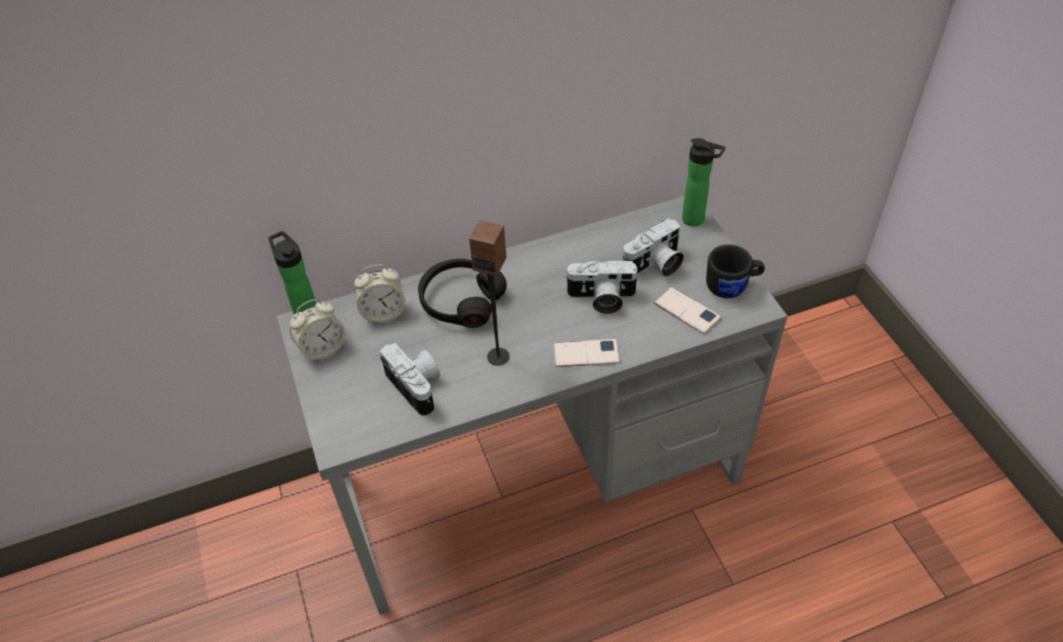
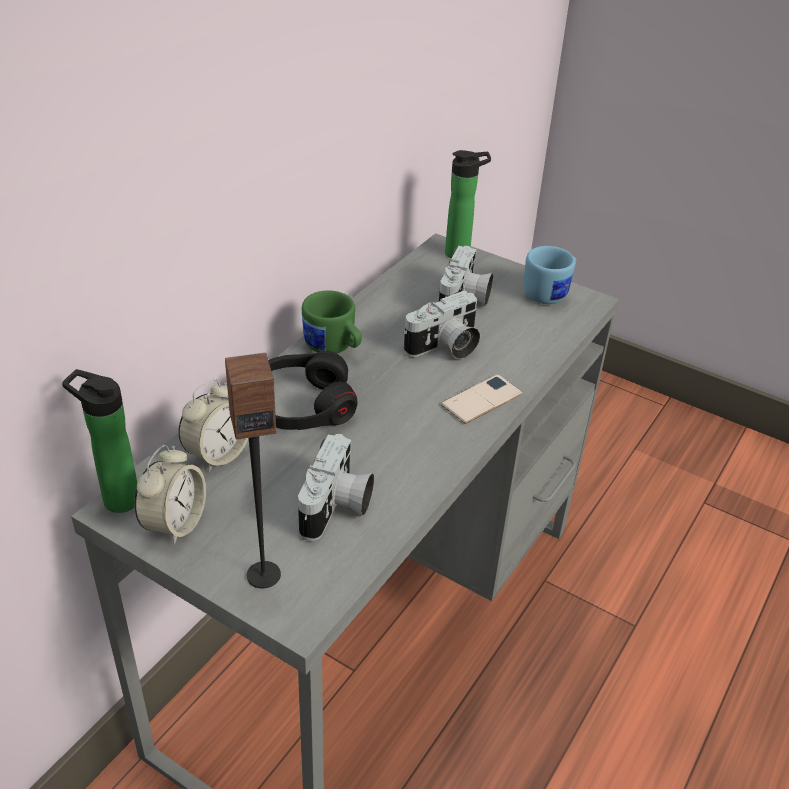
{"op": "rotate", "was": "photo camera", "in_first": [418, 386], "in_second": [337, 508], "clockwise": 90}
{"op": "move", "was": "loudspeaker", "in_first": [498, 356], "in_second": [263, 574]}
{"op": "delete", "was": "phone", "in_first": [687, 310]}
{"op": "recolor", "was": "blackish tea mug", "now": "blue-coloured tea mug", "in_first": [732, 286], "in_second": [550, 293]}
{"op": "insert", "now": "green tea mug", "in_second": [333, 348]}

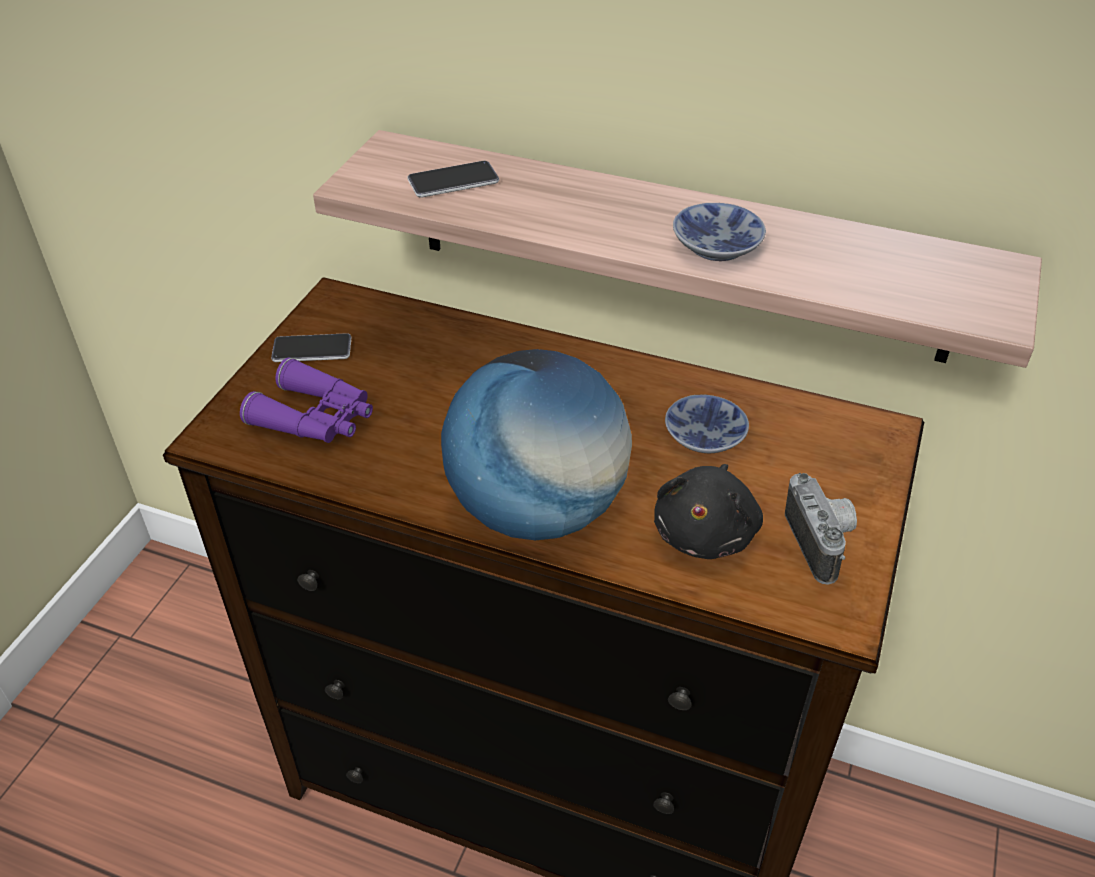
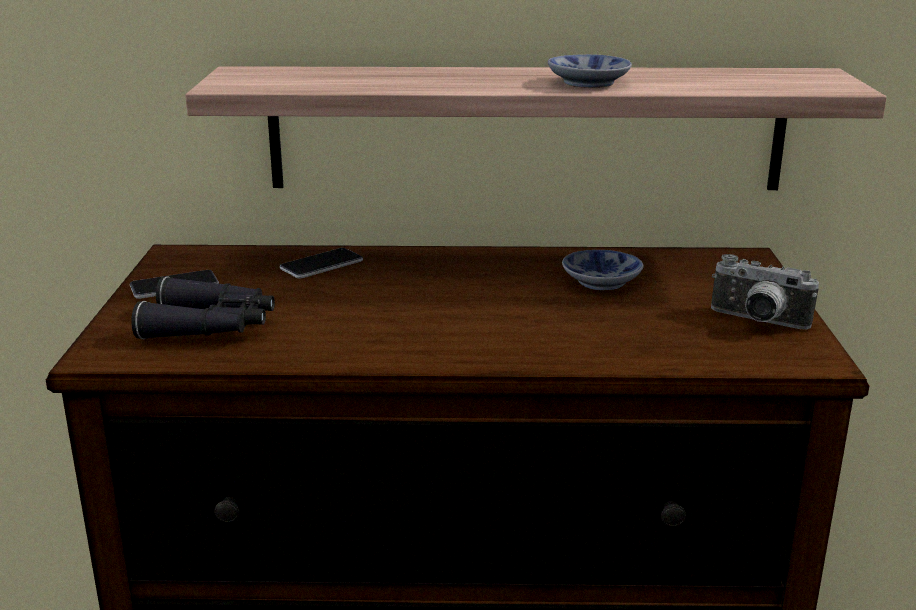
{"op": "recolor", "was": "purple-coloured binoculars", "now": "blackish binoculars", "in_first": [316, 418], "in_second": [211, 326]}
{"op": "move", "was": "phone", "in_first": [453, 181], "in_second": [322, 265]}
{"op": "delete", "was": "world globe", "in_first": [537, 509]}
{"op": "delete", "was": "blackish soft toy", "in_first": [706, 532]}
{"op": "rotate", "was": "photo camera", "in_first": [822, 542], "in_second": [757, 322], "clockwise": 150}

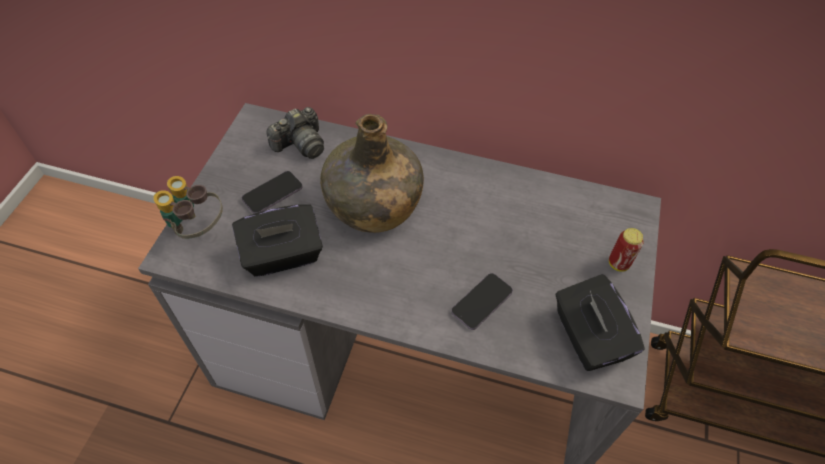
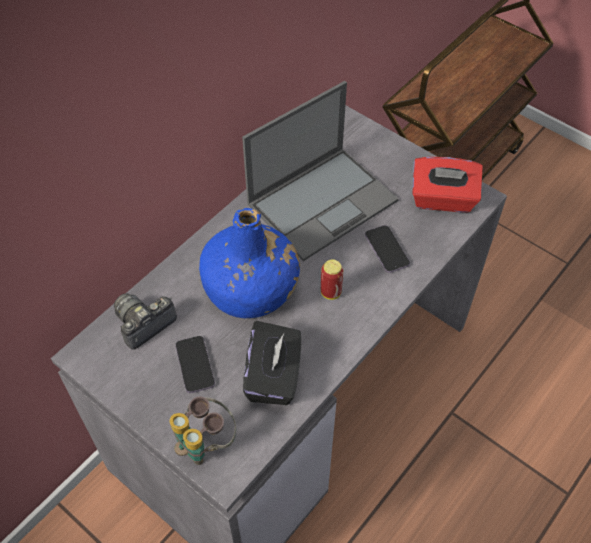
{"op": "rotate", "was": "photo camera", "in_first": [300, 144], "in_second": [144, 324], "clockwise": -120}
{"op": "recolor", "was": "green drink bottle", "now": "blue-coloured drink bottle", "in_first": [372, 204], "in_second": [251, 289]}
{"op": "recolor", "was": "blackish box of tissues", "now": "red-coloured box of tissues", "in_first": [588, 337], "in_second": [442, 199]}
{"op": "move", "was": "metal can", "in_first": [618, 263], "in_second": [330, 292]}
{"op": "insert", "now": "portable computer", "in_second": [323, 201]}

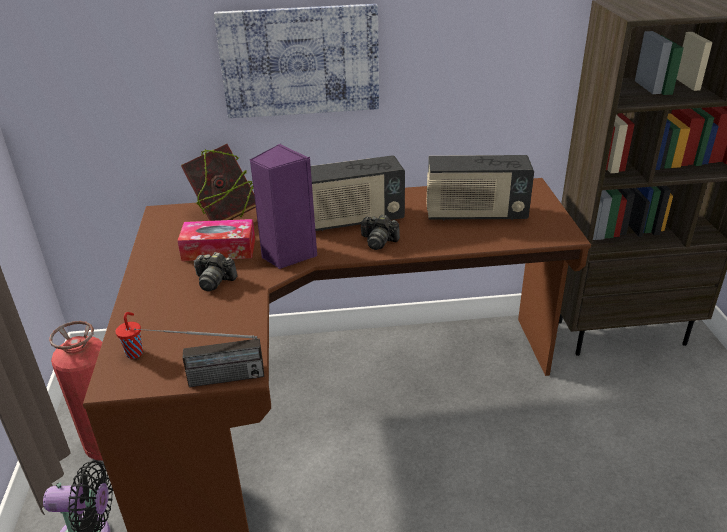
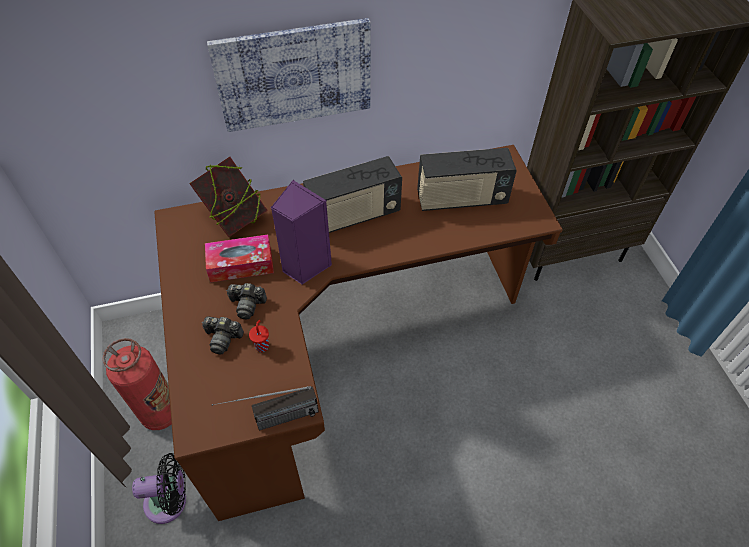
{"op": "move", "was": "red-coloured drinking cup", "in_first": [135, 352], "in_second": [262, 345]}
{"op": "move", "was": "photo camera", "in_first": [378, 241], "in_second": [223, 338]}

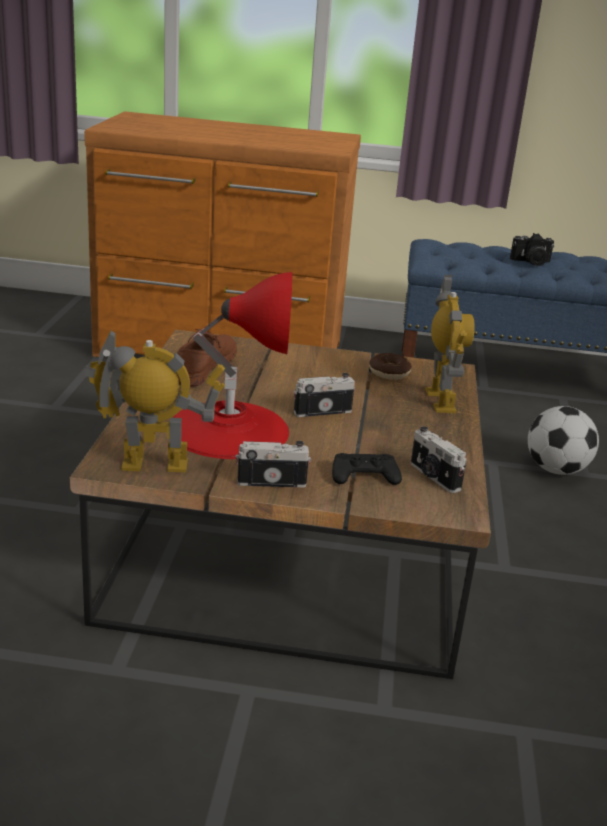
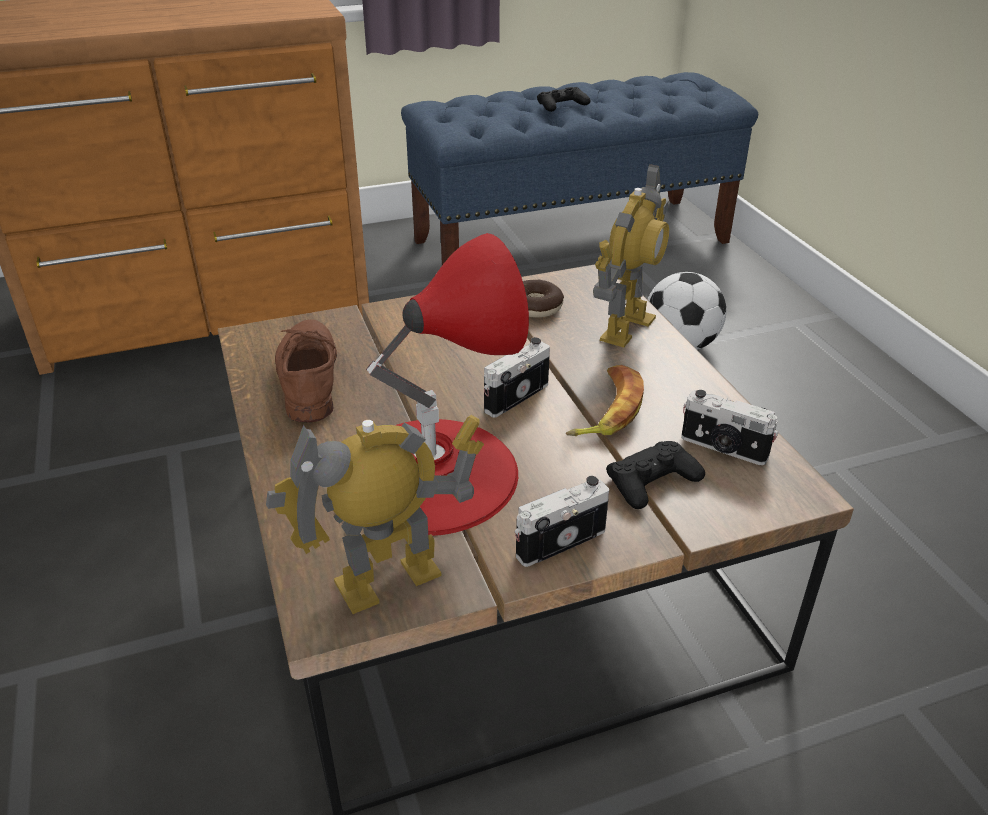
{"op": "rotate", "was": "toy robot", "in_first": [441, 400], "in_second": [625, 328], "clockwise": 60}
{"op": "replace", "was": "photo camera", "now": "blackish gamepad", "in_first": [531, 262], "in_second": [562, 105]}
{"op": "insert", "now": "banana", "in_second": [606, 409]}

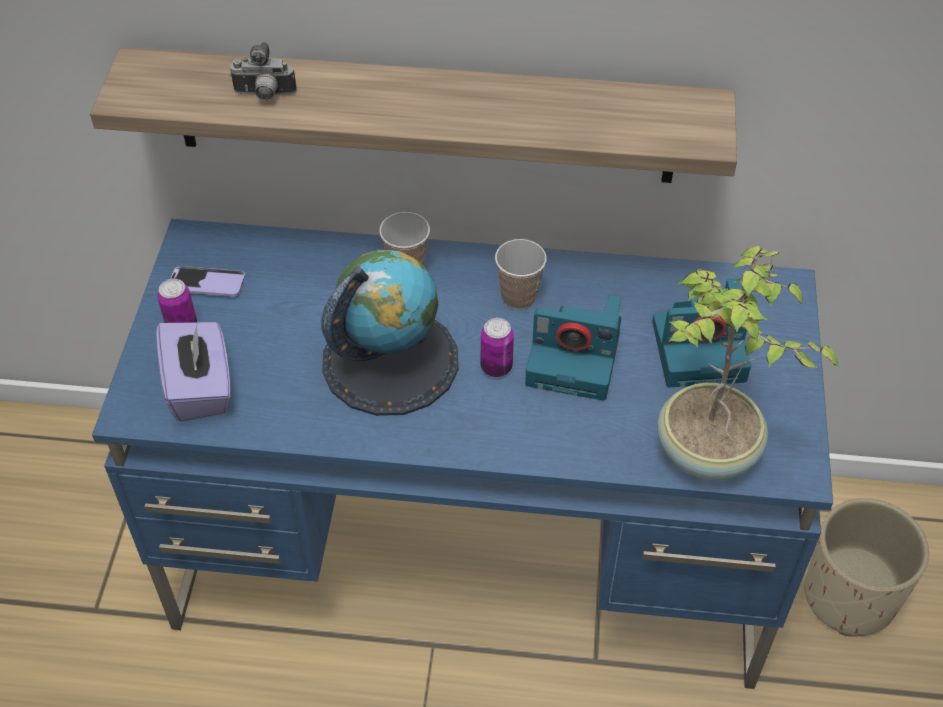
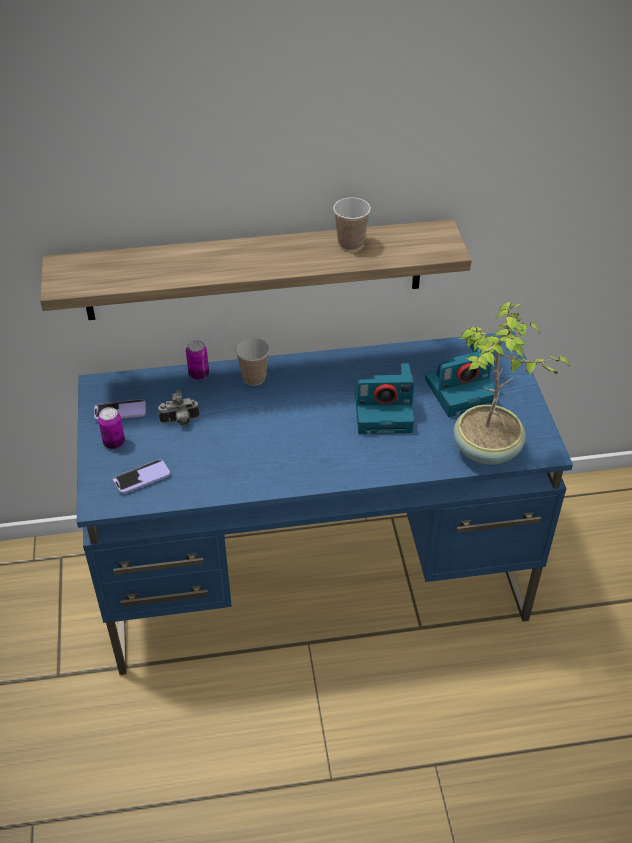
{"op": "replace", "was": "purple-coloured box of tissues", "now": "phone", "in_first": [200, 388], "in_second": [141, 478]}
{"op": "move", "was": "photo camera", "in_first": [264, 95], "in_second": [180, 421]}
{"op": "delete", "was": "world globe", "in_first": [390, 360]}
{"op": "move", "was": "metal can", "in_first": [496, 367], "in_second": [199, 374]}
{"op": "move", "was": "drinking cup", "in_first": [519, 297], "in_second": [350, 243]}
{"op": "delete", "was": "sand-coloured plant pot", "in_first": [850, 596]}

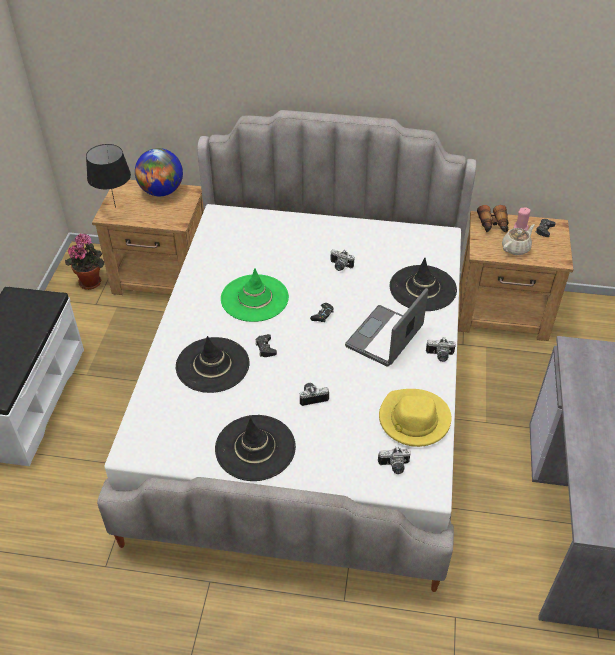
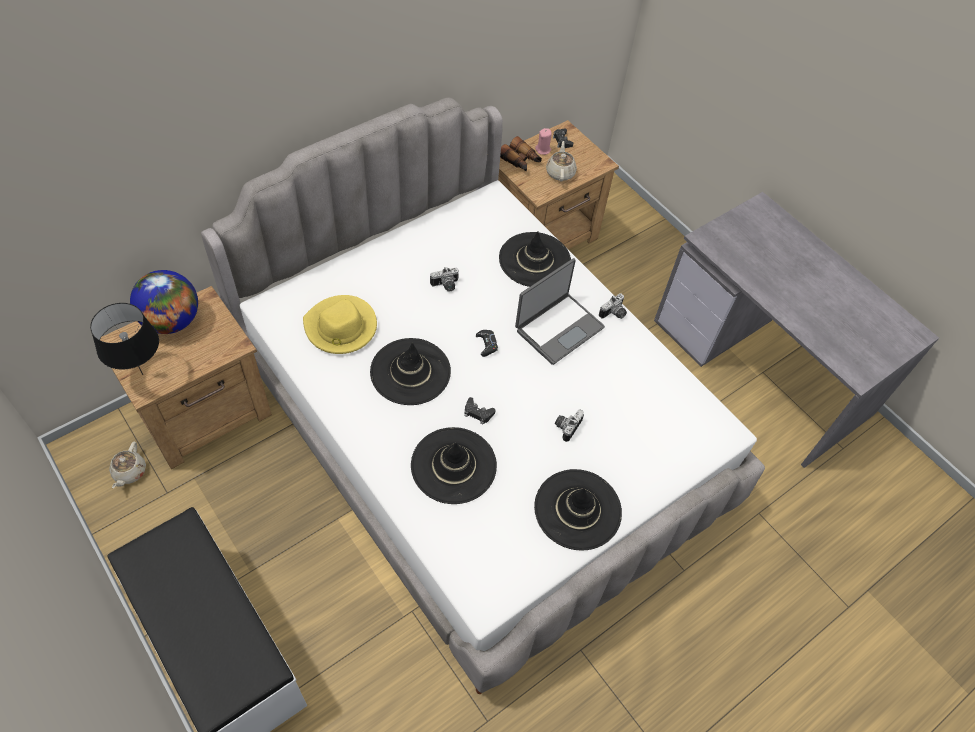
{"op": "replace", "was": "potted plant", "now": "sand-coloured teapot", "in_first": [91, 281], "in_second": [129, 472]}
{"op": "recolor", "was": "green wearable hat", "now": "blackish wearable hat", "in_first": [254, 298], "in_second": [410, 372]}
{"op": "rotate", "was": "portable computer", "in_first": [385, 337], "in_second": [558, 328], "clockwise": -120}
{"op": "delete", "was": "photo camera", "in_first": [394, 466]}
{"op": "move", "was": "yellow wearable hat", "in_first": [413, 420], "in_second": [341, 327]}

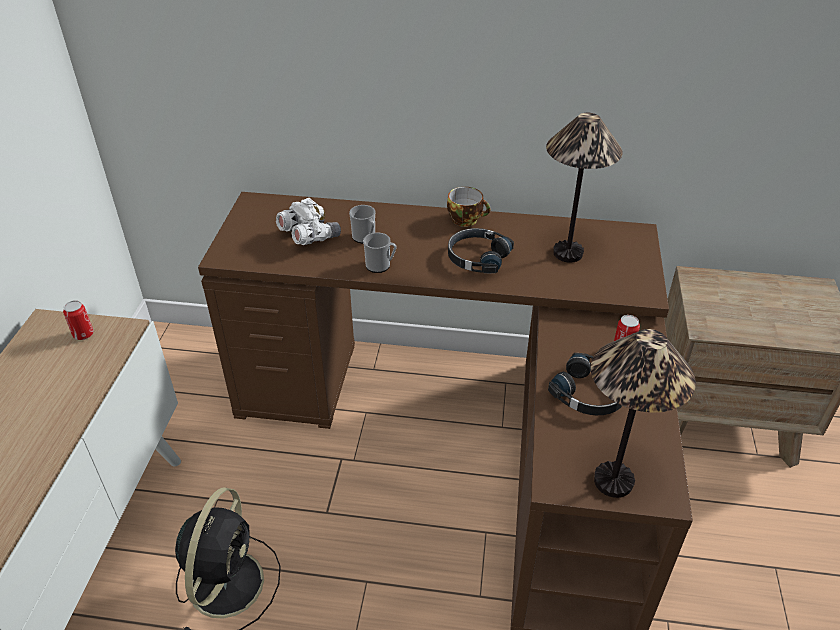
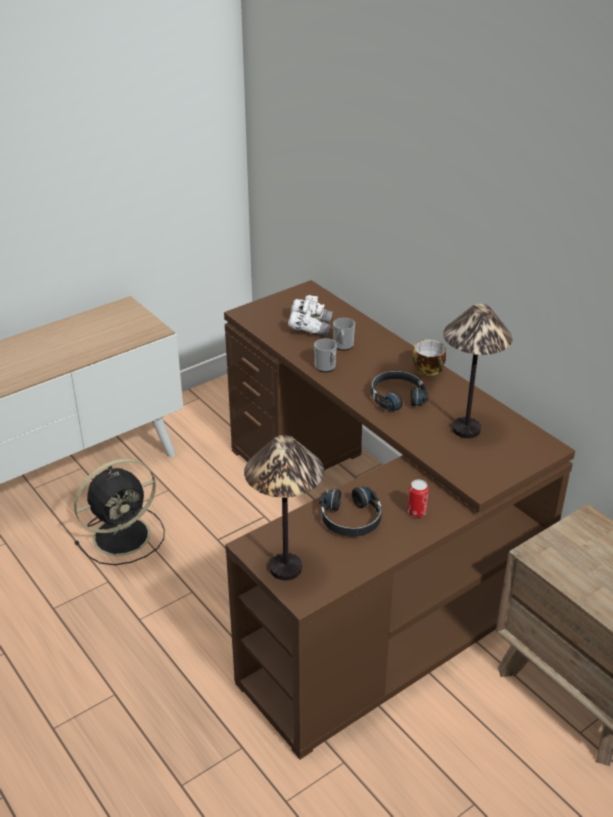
{"op": "delete", "was": "metal can", "in_first": [83, 334]}

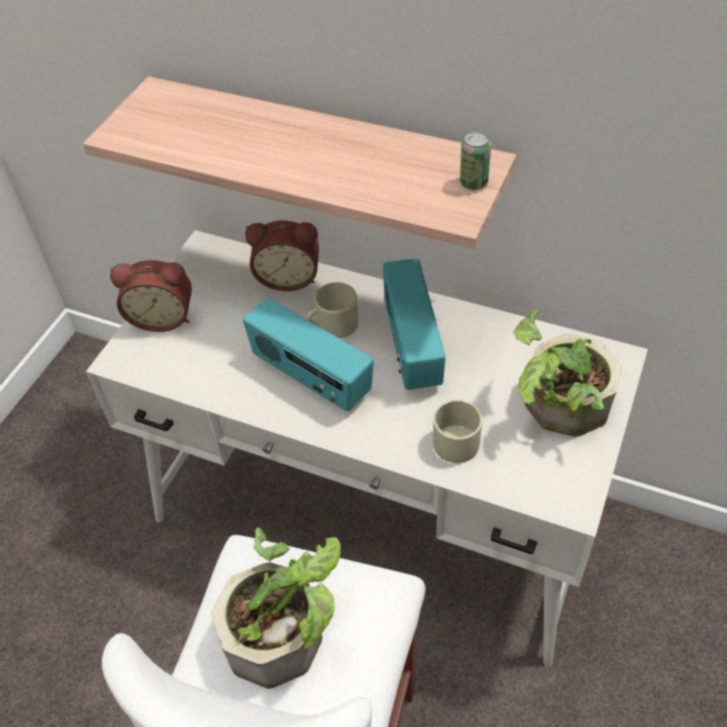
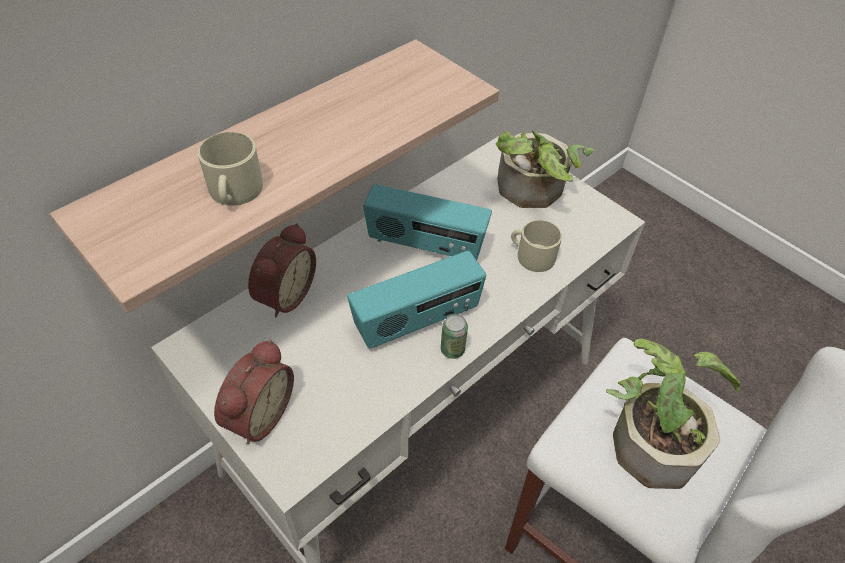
{"op": "move", "was": "sand-coloured tea mug", "in_first": [332, 324], "in_second": [234, 192]}
{"op": "move", "was": "metal can", "in_first": [473, 183], "in_second": [452, 350]}

